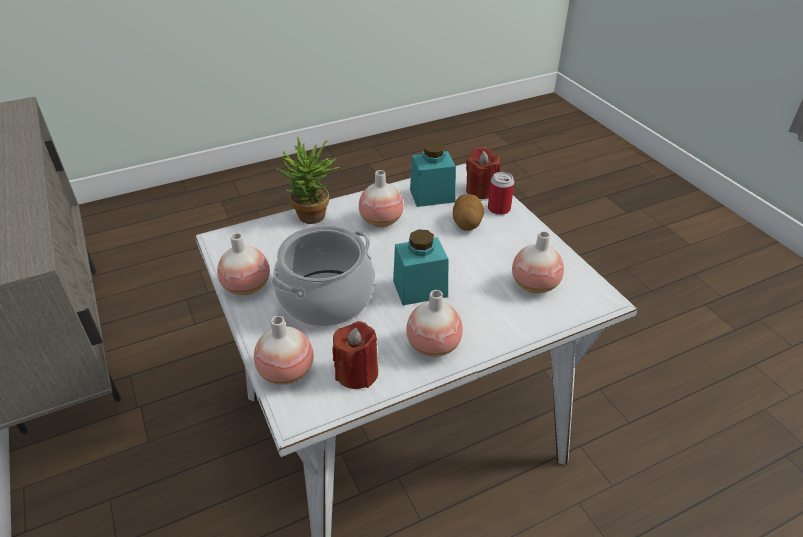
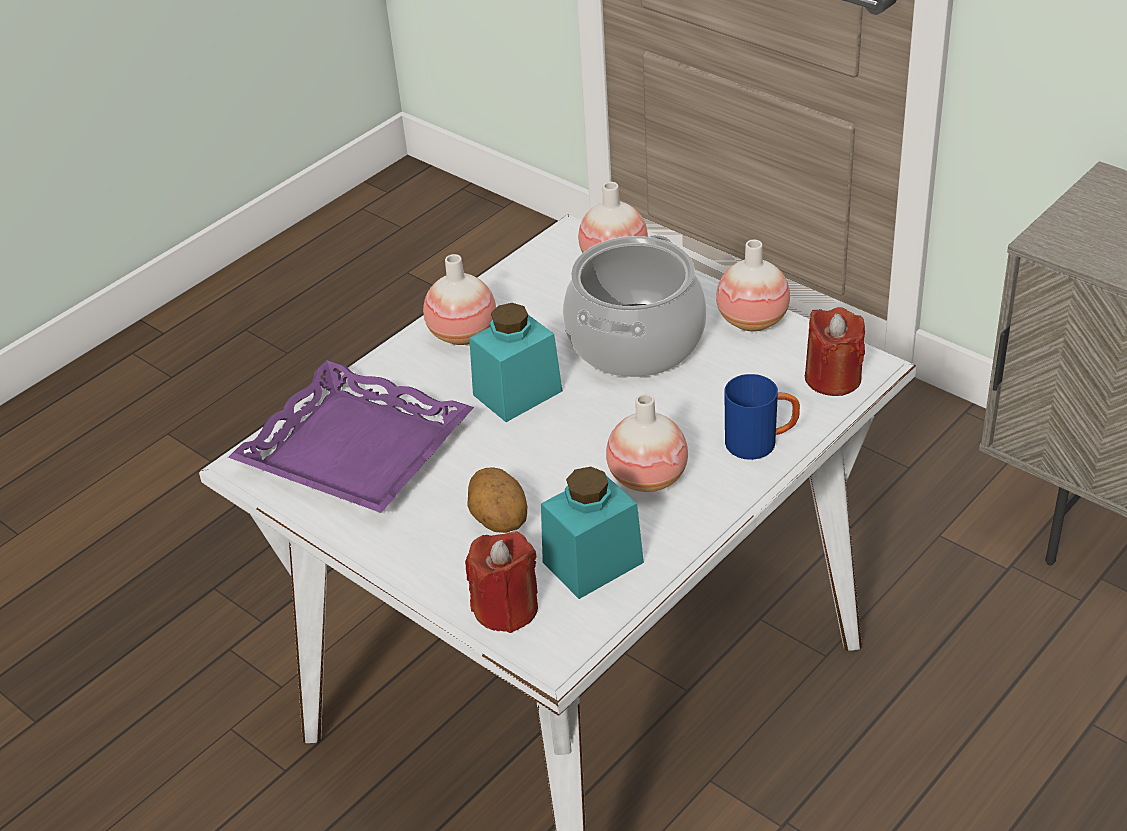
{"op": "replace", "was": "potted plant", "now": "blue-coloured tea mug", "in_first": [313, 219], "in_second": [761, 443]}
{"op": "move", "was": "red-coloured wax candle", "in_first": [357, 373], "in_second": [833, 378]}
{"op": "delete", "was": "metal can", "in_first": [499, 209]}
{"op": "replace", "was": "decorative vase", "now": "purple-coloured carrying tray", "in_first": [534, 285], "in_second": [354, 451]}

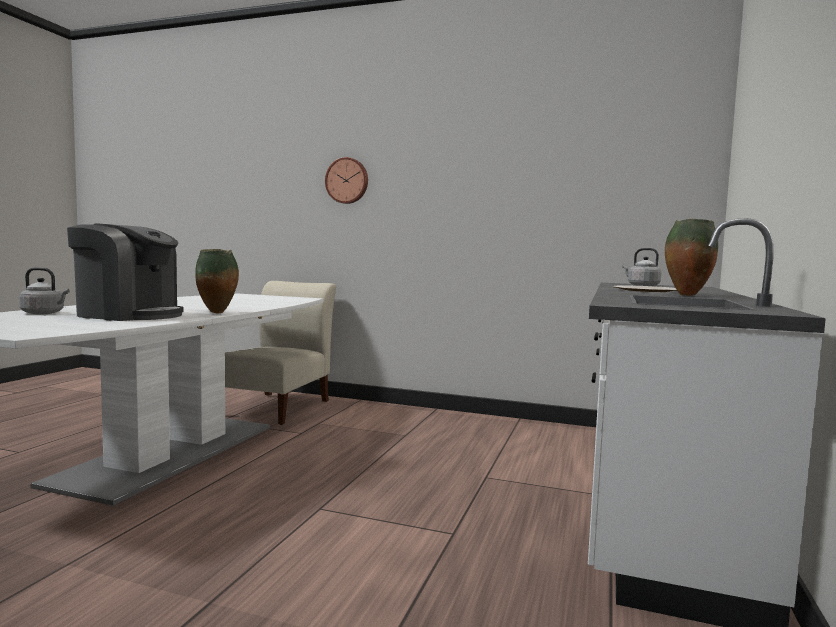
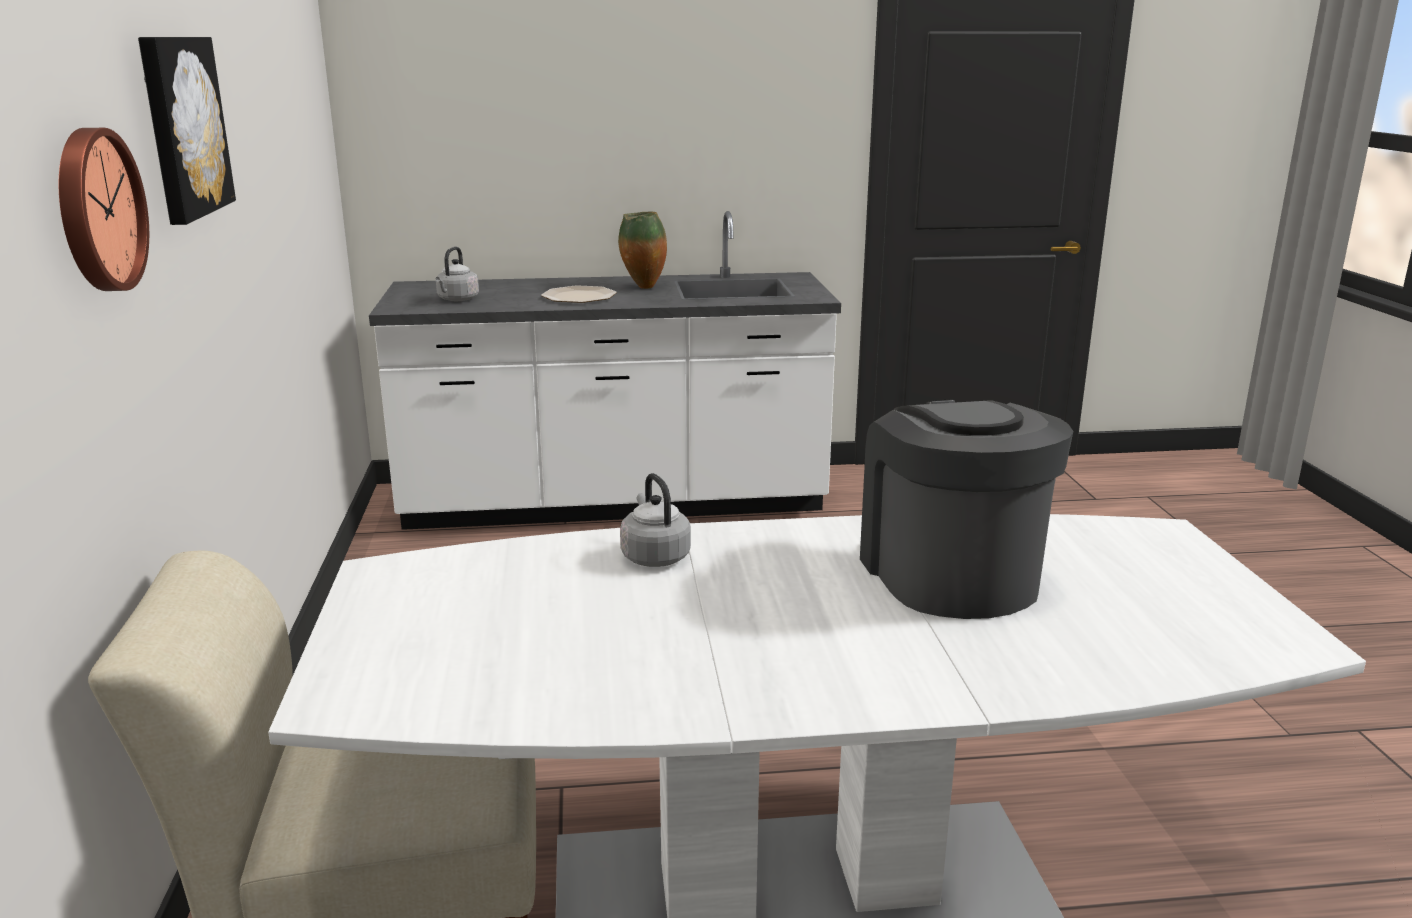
{"op": "move", "was": "grey tea kettle", "in_first": [44, 313], "in_second": [654, 556]}
{"op": "delete", "was": "decorative vase", "in_first": [218, 313]}
{"op": "insert", "now": "wall picture", "in_second": [181, 127]}

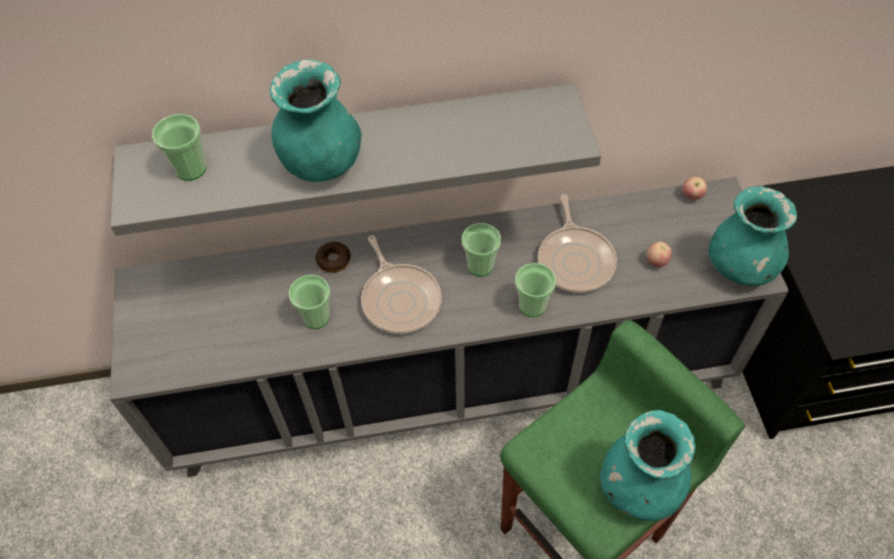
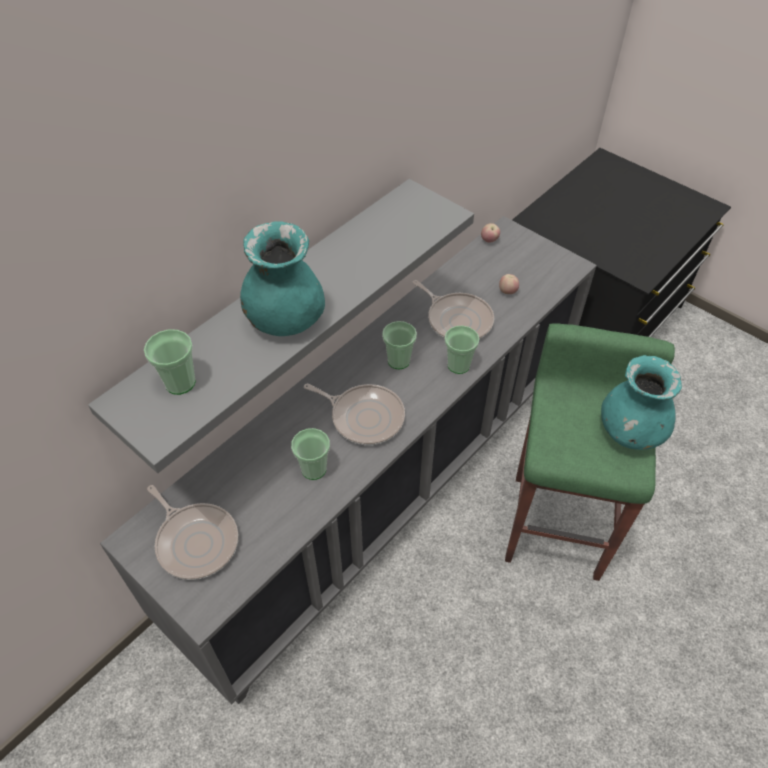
{"op": "delete", "was": "ring doughnut", "in_first": [333, 260]}
{"op": "delete", "was": "blue-green decorative vase", "in_first": [740, 266]}
{"op": "insert", "now": "skillet", "in_second": [196, 541]}

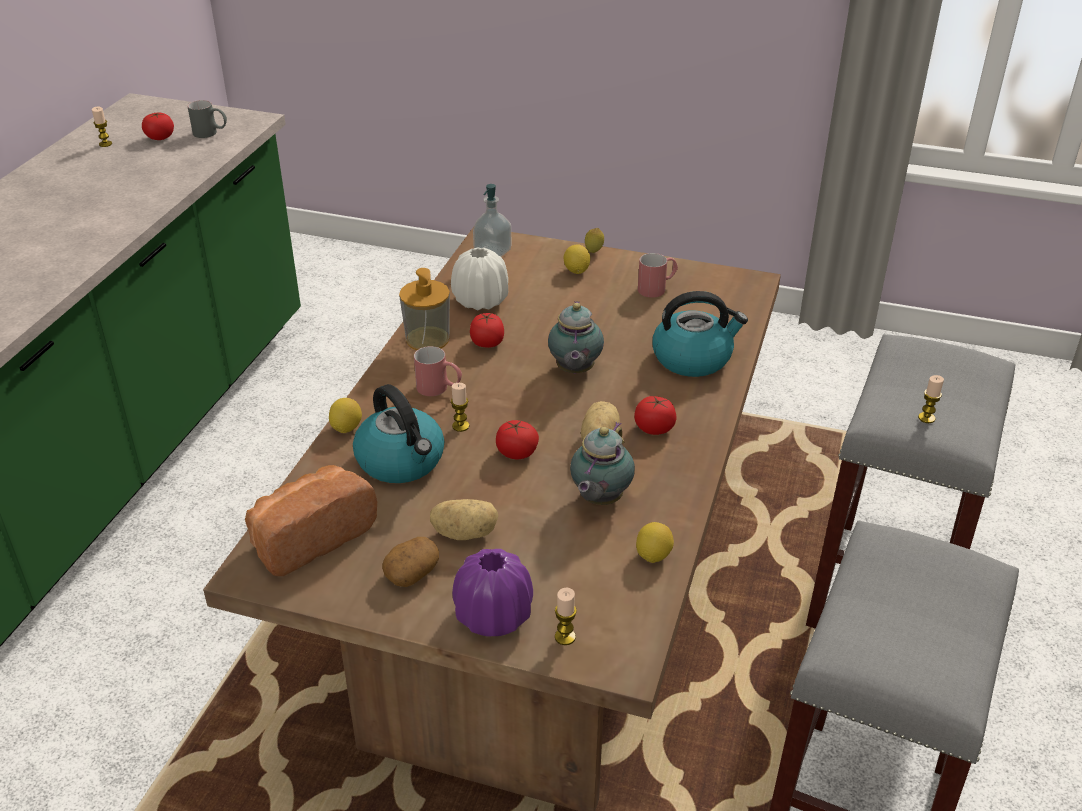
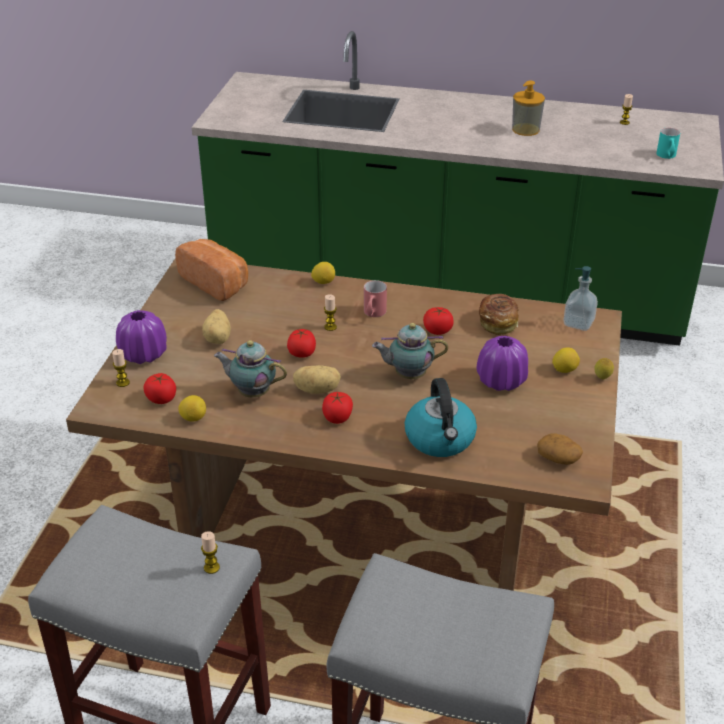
{"op": "move", "was": "whole tomato", "in_first": [160, 137], "in_second": [161, 399]}
{"op": "recolor", "was": "grey tea mug", "now": "blue-green tea mug", "in_first": [211, 133], "in_second": [667, 156]}
{"op": "delete", "was": "tea kettle", "in_first": [402, 461]}
{"op": "move", "was": "potato", "in_first": [412, 572], "in_second": [558, 458]}
{"op": "move", "was": "soap dispenser", "in_first": [427, 339], "in_second": [525, 129]}
{"op": "replace", "was": "whitish decorative vase", "now": "baked bread", "in_first": [480, 301], "in_second": [498, 323]}
{"op": "delete", "was": "red-coloured tea mug", "in_first": [657, 288]}
{"op": "move", "was": "wax candle", "in_first": [926, 418], "in_second": [211, 567]}
{"op": "insert", "now": "purple-coloured decorative vase", "in_second": [501, 381]}

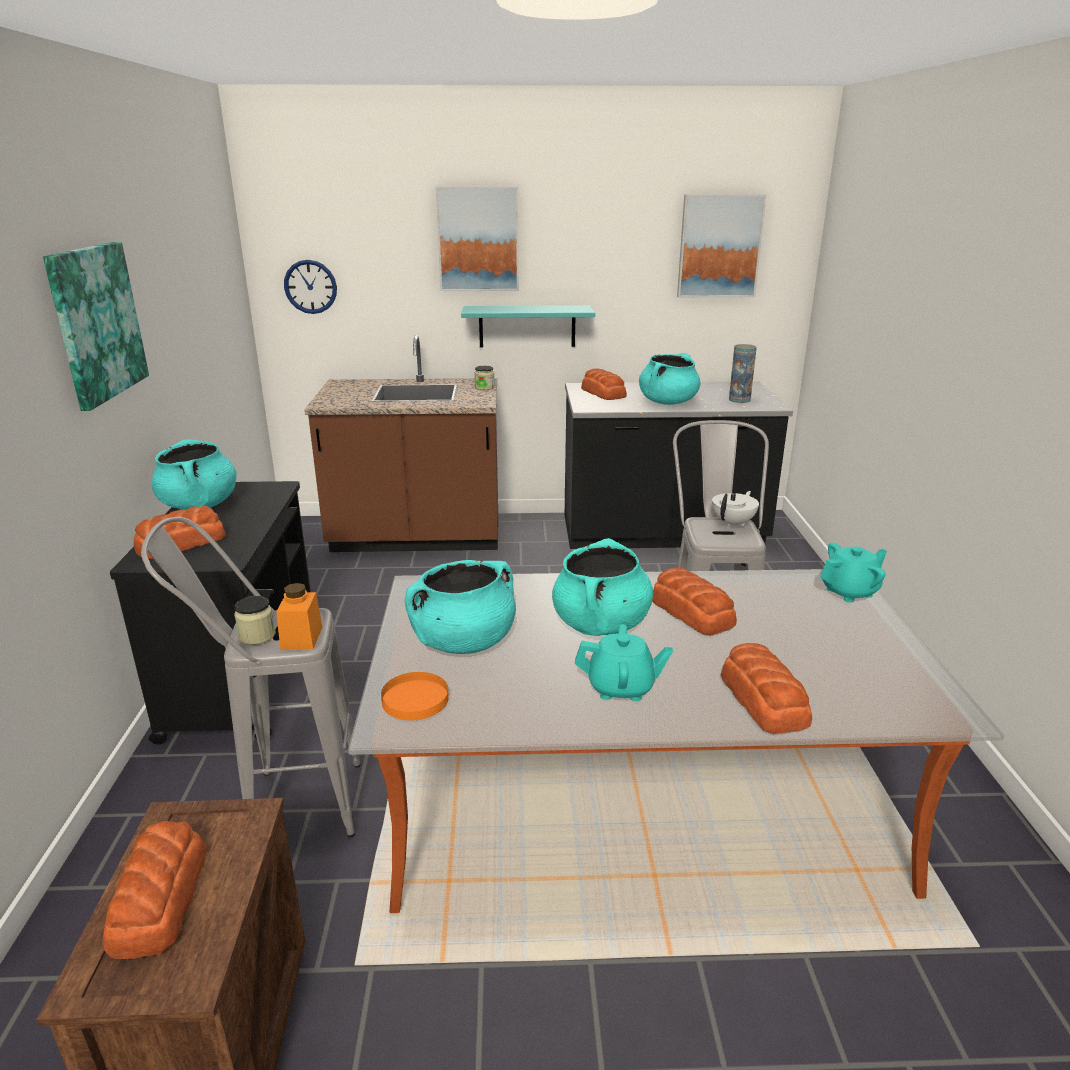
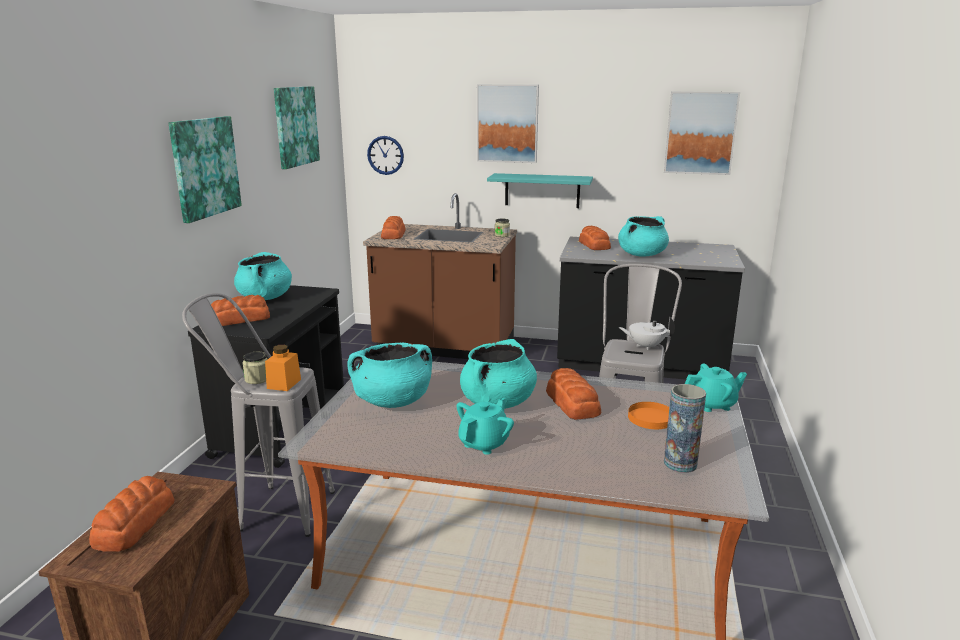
{"op": "move", "was": "orange-coloured dinner plate", "in_first": [414, 699], "in_second": [650, 418]}
{"op": "rotate", "was": "blue-green teapot", "in_first": [621, 688], "in_second": [484, 443], "clockwise": -75}
{"op": "rotate", "was": "whitish teapot", "in_first": [733, 523], "in_second": [645, 346], "clockwise": -135}
{"op": "move", "was": "baked bread", "in_first": [763, 699], "in_second": [393, 234]}
{"op": "move", "was": "decorative vase", "in_first": [739, 400], "in_second": [680, 464]}
{"op": "insert", "now": "wall picture", "in_second": [295, 126]}

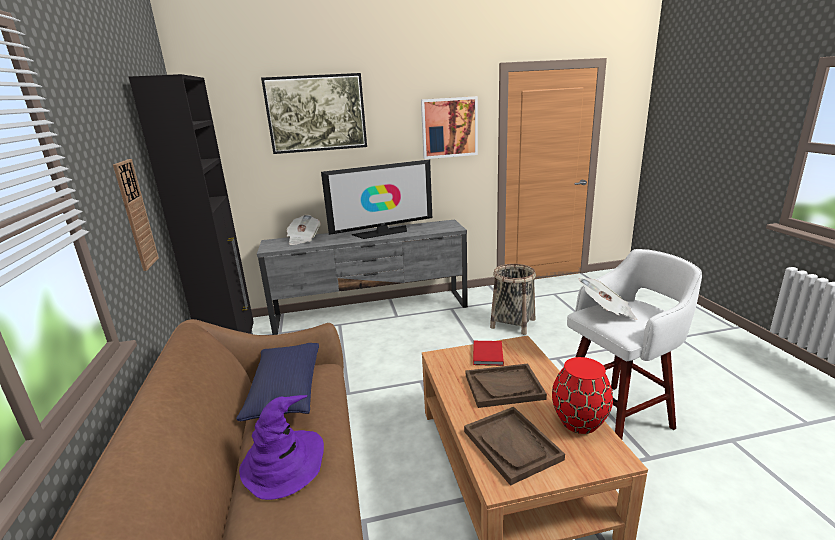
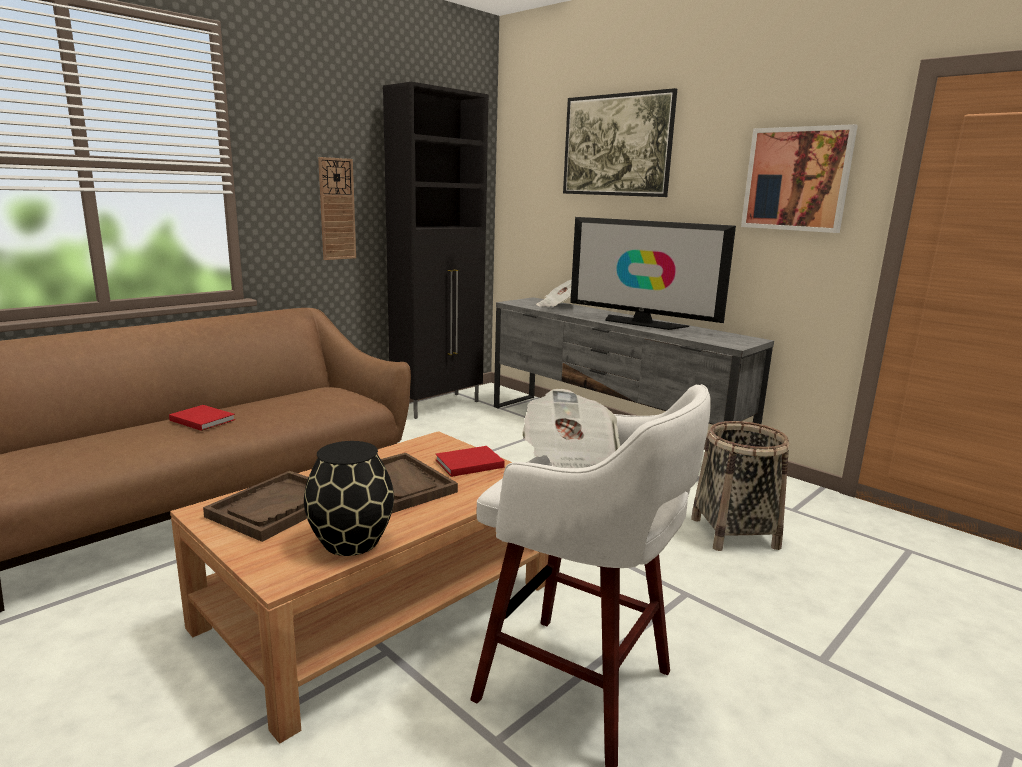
{"op": "delete", "was": "blue-coloured throw pillow", "in_first": [285, 392]}
{"op": "replace", "was": "purple-coloured wearable hat", "now": "red-coloured book", "in_first": [283, 464], "in_second": [202, 419]}
{"op": "recolor", "was": "red-coloured decorative vase", "now": "blackish decorative vase", "in_first": [579, 422], "in_second": [350, 542]}

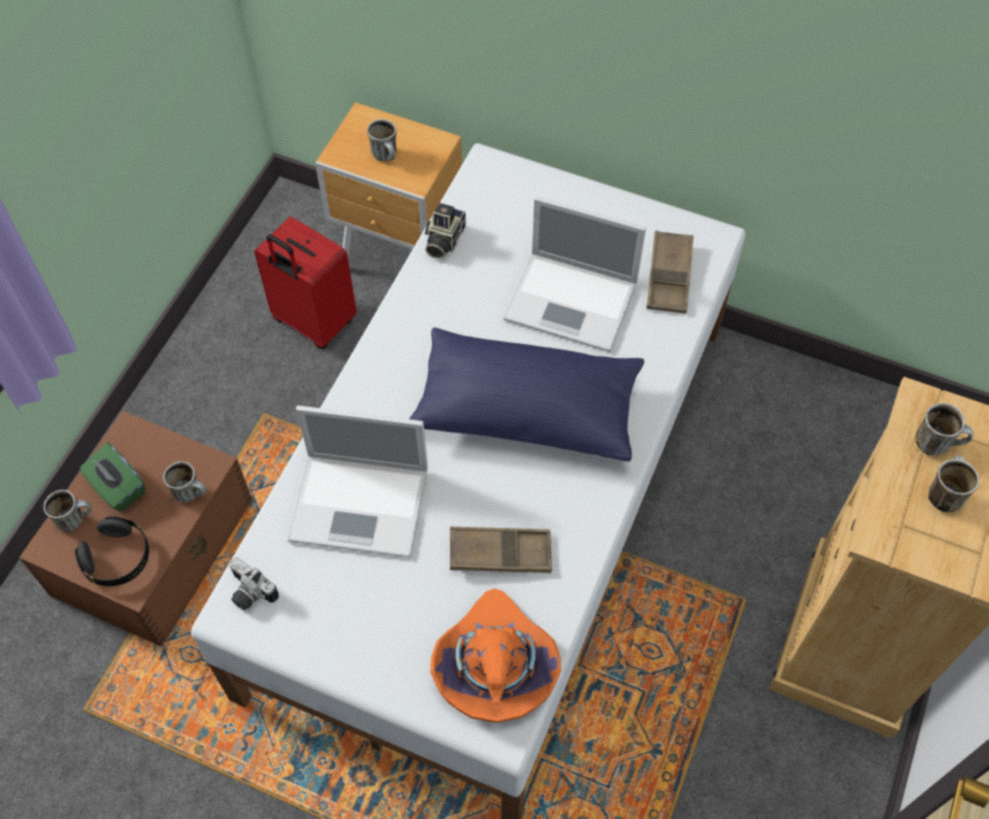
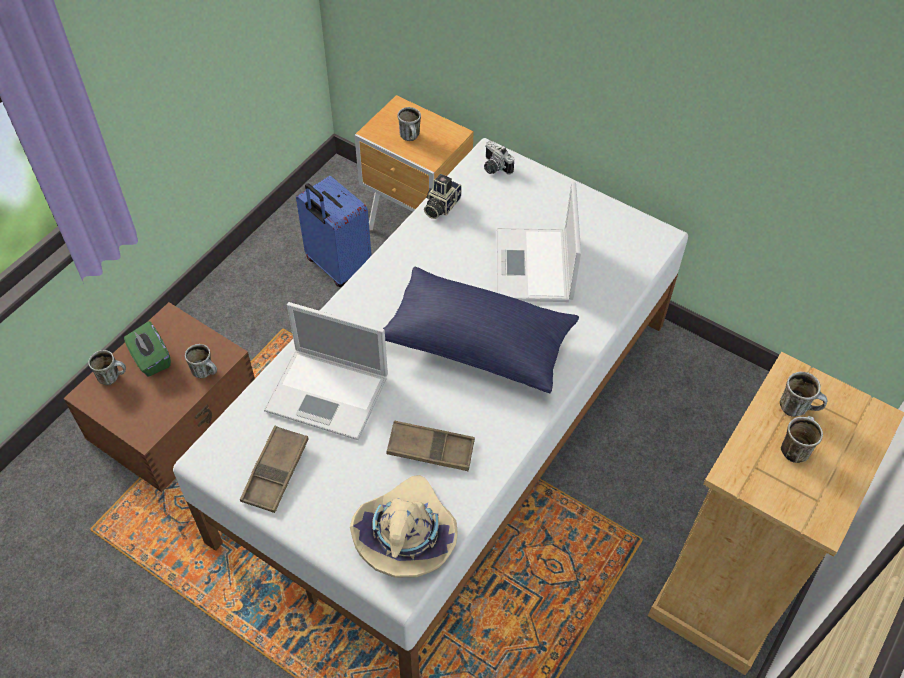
{"op": "delete", "was": "blackish headset", "in_first": [118, 559]}
{"op": "move", "was": "photo camera", "in_first": [249, 593], "in_second": [494, 167]}
{"op": "recolor", "was": "red-coloured suitcase", "now": "blue-coloured suitcase", "in_first": [313, 322], "in_second": [337, 266]}
{"op": "recolor", "was": "orange-coloured wearable hat", "now": "sand-coloured wearable hat", "in_first": [494, 665], "in_second": [406, 535]}
{"op": "rotate", "was": "portable computer", "in_first": [573, 302], "in_second": [534, 267], "clockwise": 60}
{"op": "move", "was": "brown carrying tray", "in_first": [669, 276], "in_second": [275, 472]}

